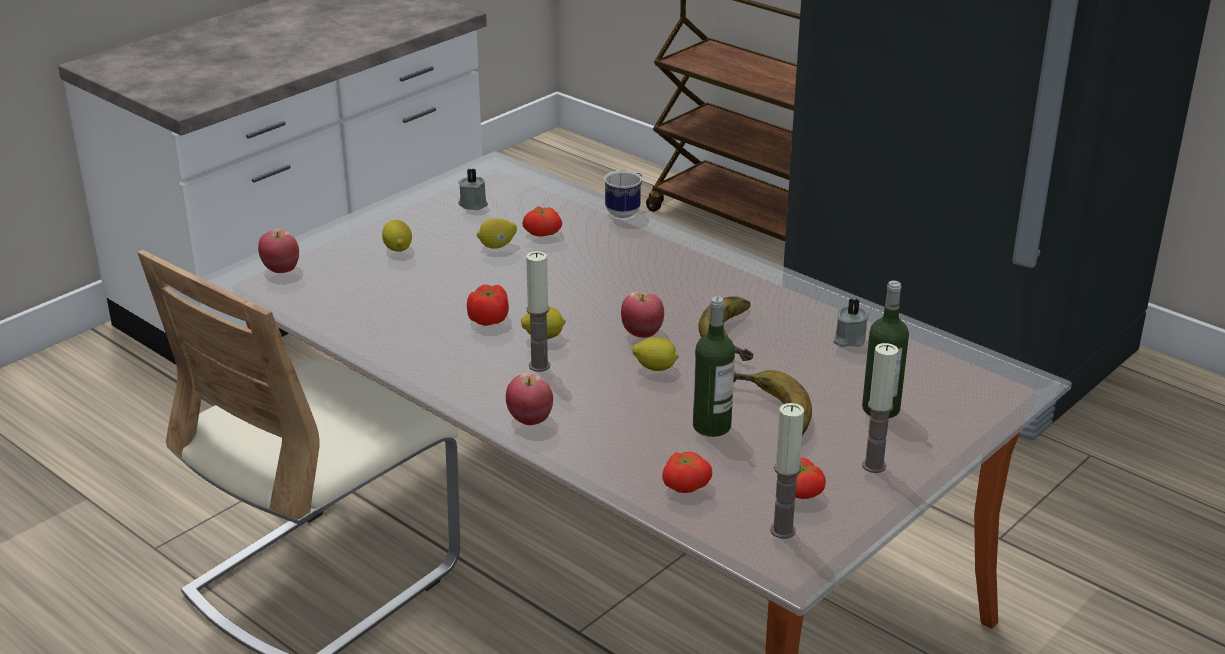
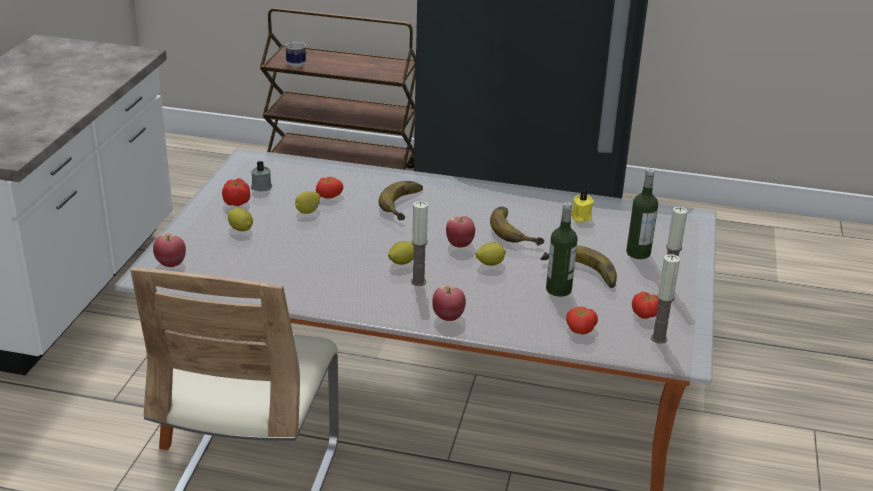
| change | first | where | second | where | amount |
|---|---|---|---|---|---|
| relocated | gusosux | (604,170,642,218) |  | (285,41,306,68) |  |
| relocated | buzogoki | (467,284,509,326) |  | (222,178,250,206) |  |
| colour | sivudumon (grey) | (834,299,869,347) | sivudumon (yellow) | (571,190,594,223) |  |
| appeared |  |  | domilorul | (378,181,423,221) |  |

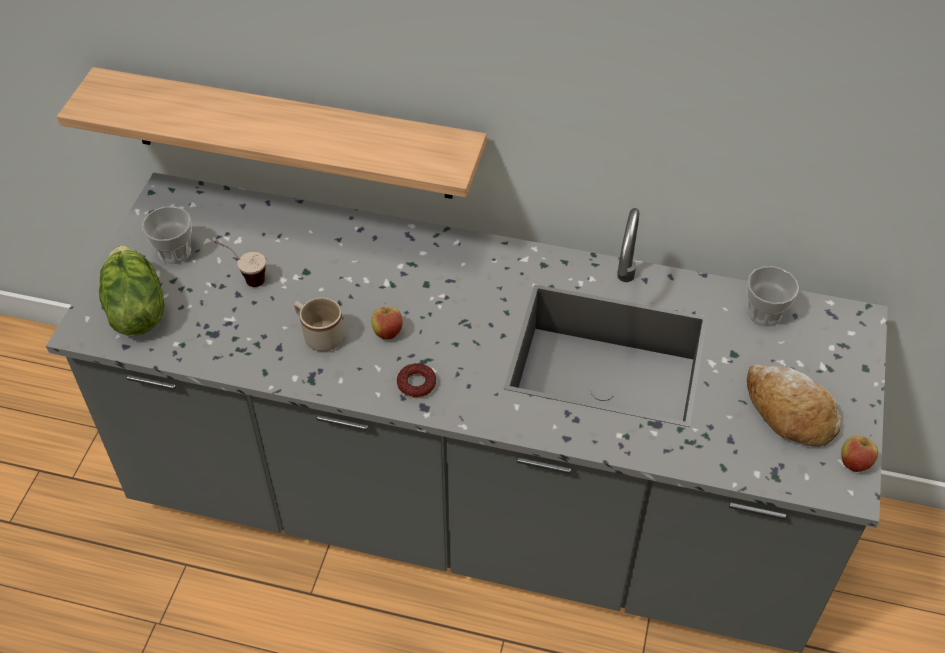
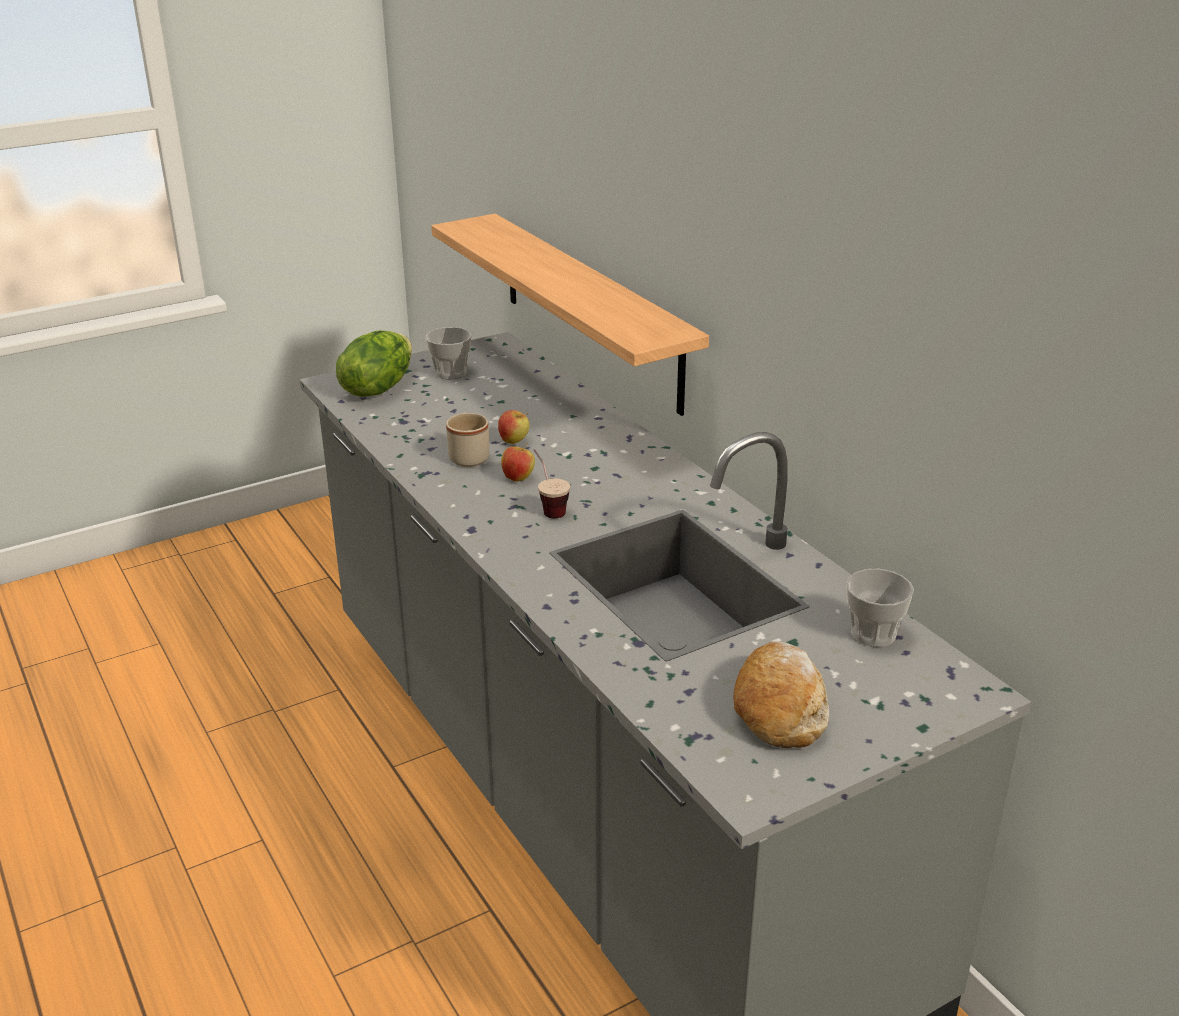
| change | first | where | second | where | amount |
|---|---|---|---|---|---|
| relocated | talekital | (214,241,266,287) |  | (534,449,570,518) |  |
| missing | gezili | (397,363,436,398) |  |  |  |
| relocated | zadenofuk | (841,435,878,472) |  | (498,410,530,444) |  |

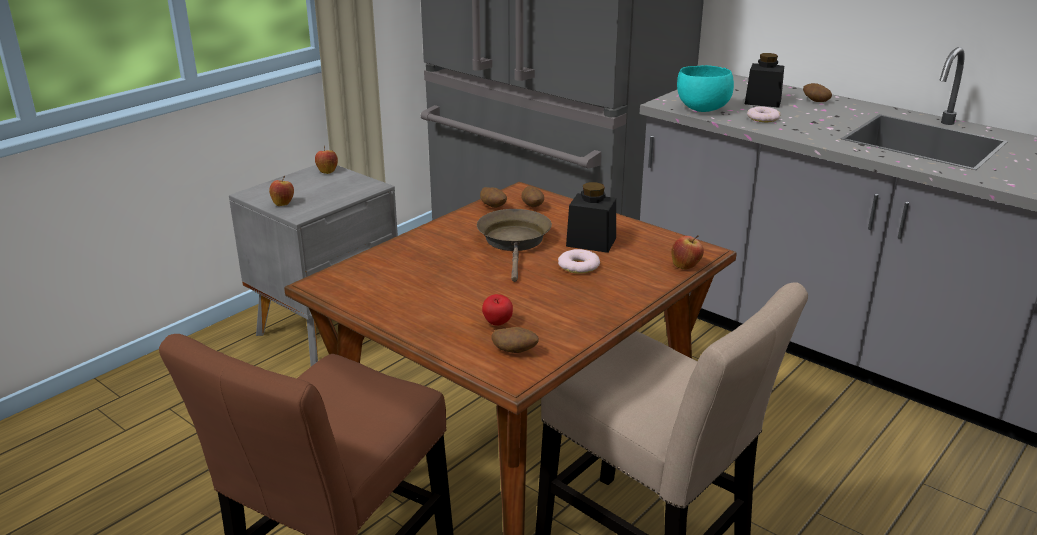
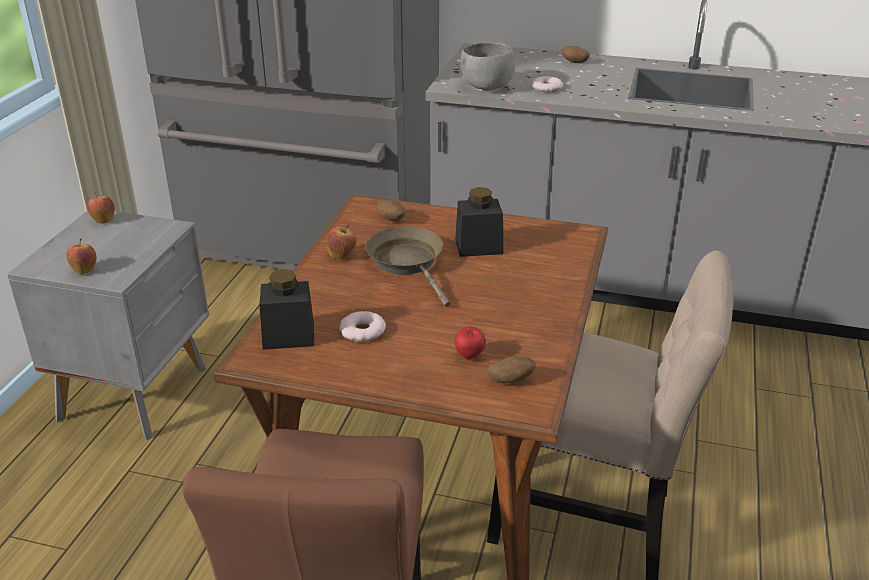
| change | first | where | second | where | amount |
|---|---|---|---|---|---|
| relocated | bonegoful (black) | (745,53,784,108) |  | (259,269,314,350) |  |
| colour | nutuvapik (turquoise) | (677,65,734,112) | nutuvapik (grey) | (460,42,516,90) |  |
| missing | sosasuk | (480,187,507,208) |  |  |  |
| relocated | zadenofuk | (671,236,704,270) |  | (326,225,357,260) |  |
| relocated | gezili | (558,249,600,274) |  | (339,311,386,342) |  |

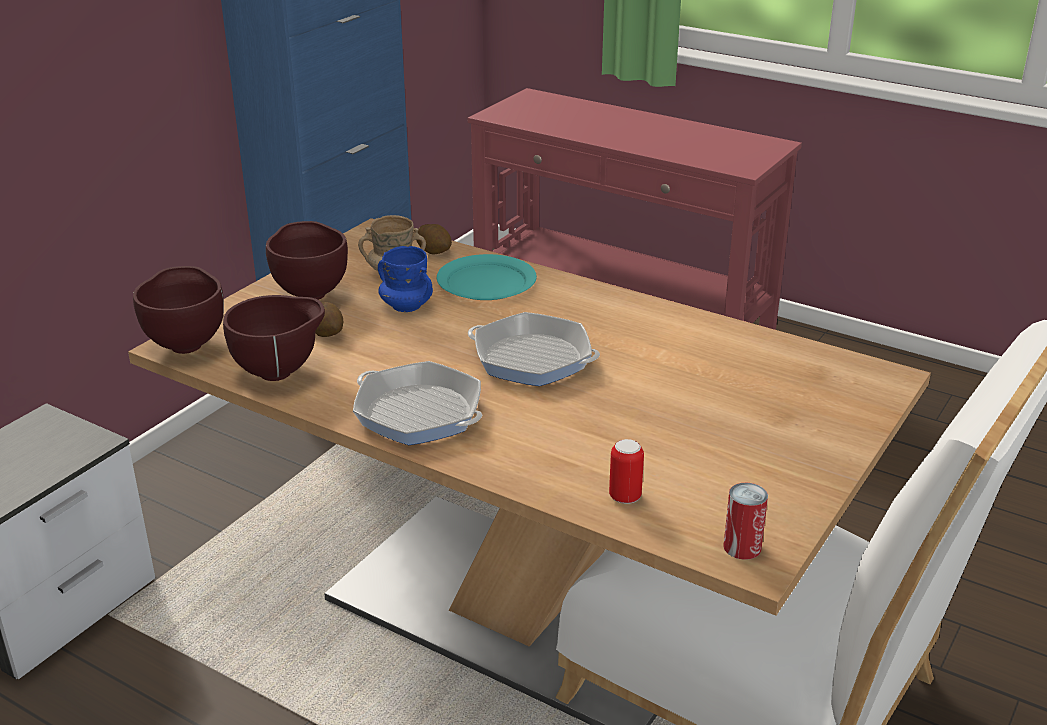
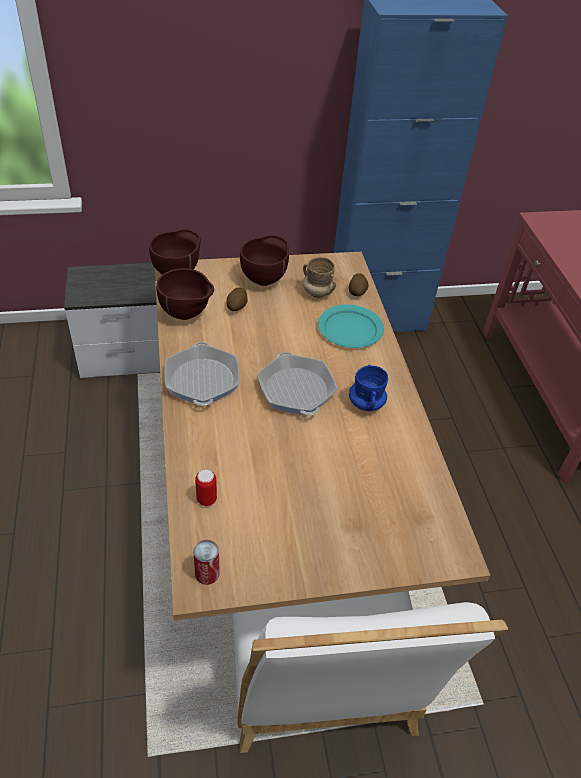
| change | first | where | second | where | amount |
|---|---|---|---|---|---|
| relocated | gusosux (blue) | (378,246,433,312) |  | (349,365,388,411) |  |

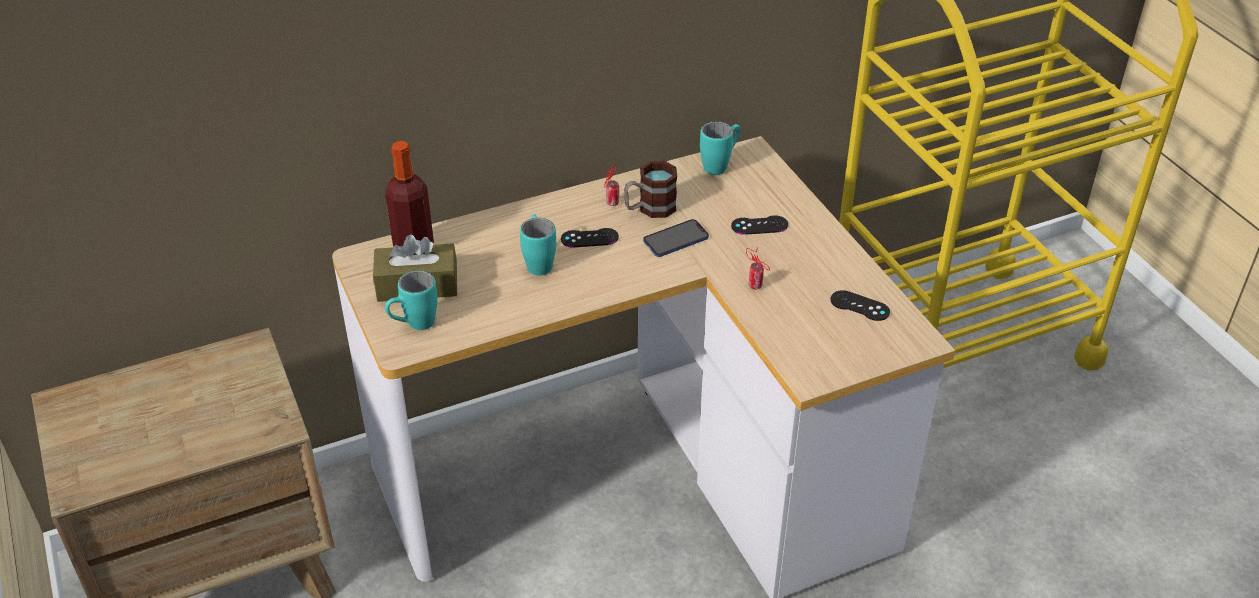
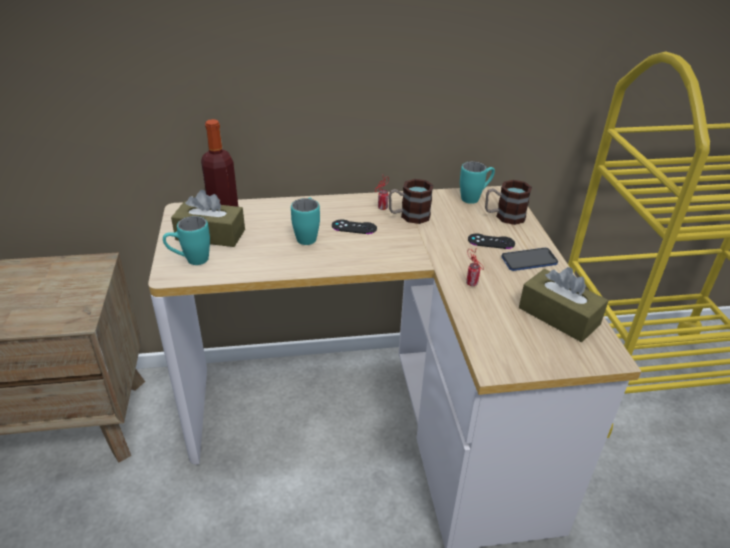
| change | first | where | second | where | amount |
|---|---|---|---|---|---|
| relocated | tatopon | (643,219,709,257) |  | (501,248,558,271) |  |
| exchanged | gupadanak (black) | (831,290,890,321) | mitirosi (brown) | (519,267,608,342) |  |
| appeared |  |  | gusosux | (485,180,532,225) |  |

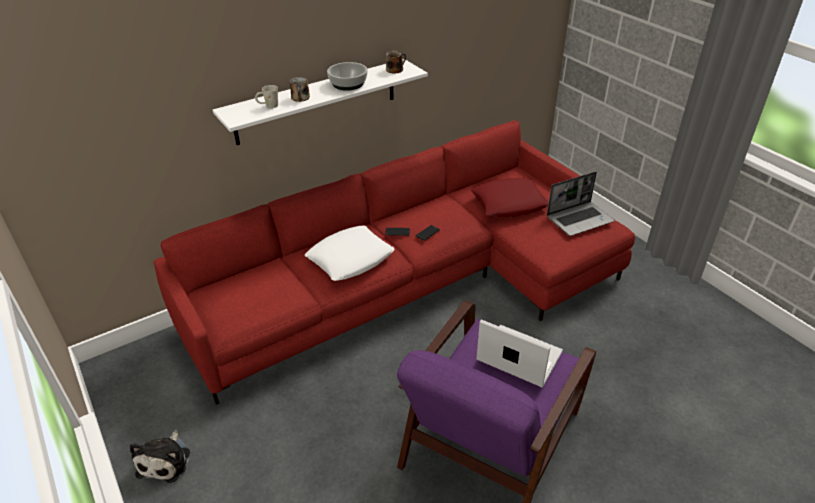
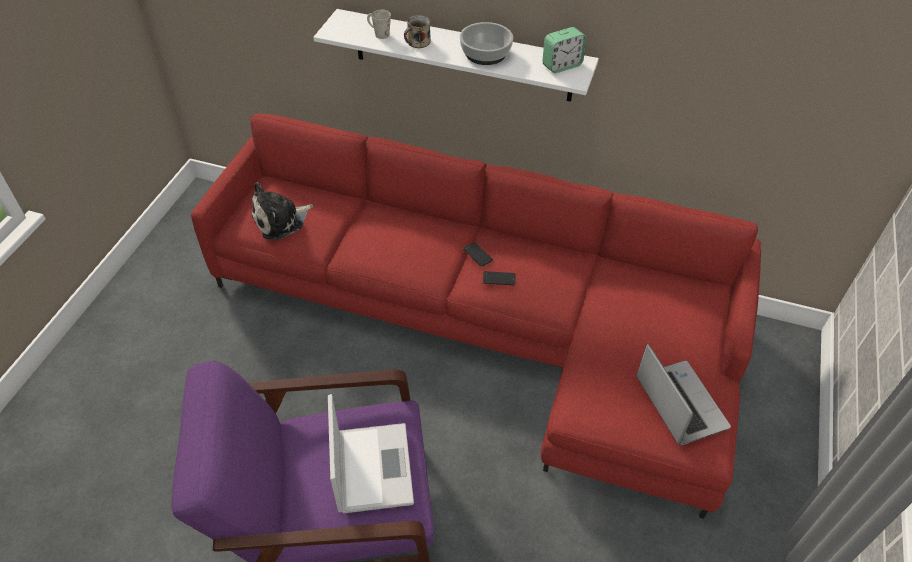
| change | first | where | second | where | amount |
|---|---|---|---|---|---|
| exchanged | gusosux | (386,51,406,73) | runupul | (542,27,586,73) |  |
| spun | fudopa | (547,172,614,236) |  | (636,344,731,446) | 135 degrees counterclockwise |
| missing | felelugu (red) | (471,178,549,217) |  |  |  |
| missing | felelugu (white) | (305,226,395,281) |  |  |  |
| relocated | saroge | (130,430,190,483) |  | (251,182,313,240) |  |

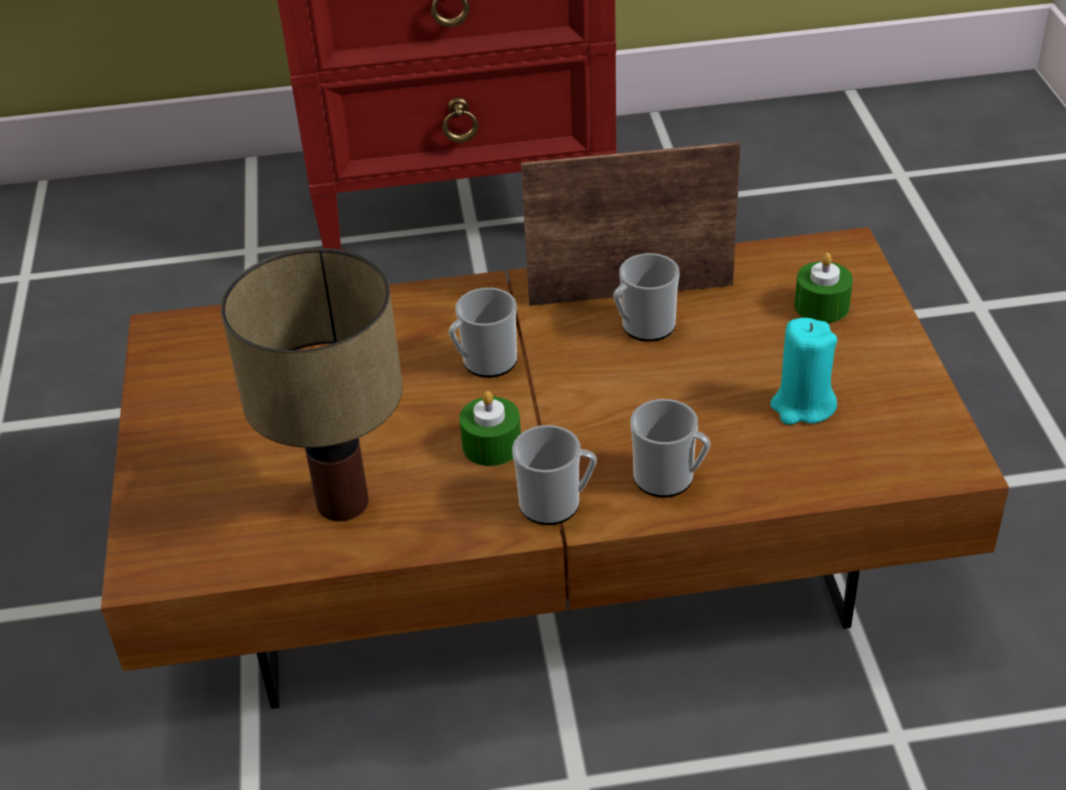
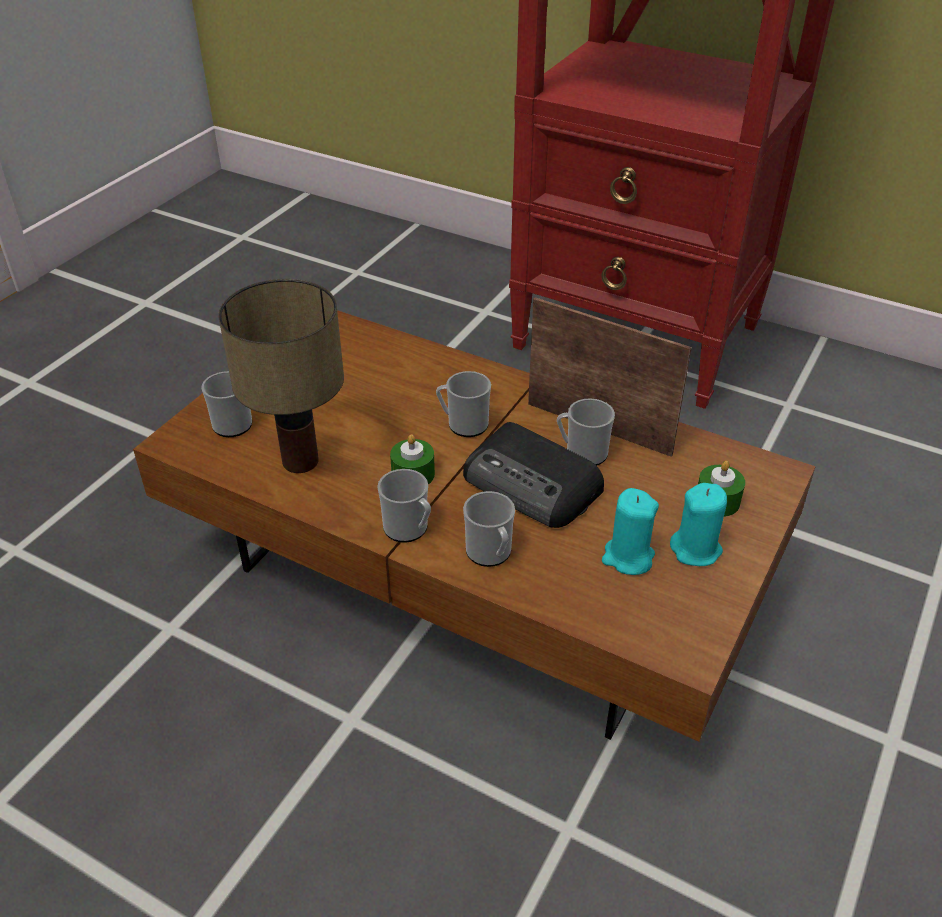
| change | first | where | second | where | amount |
|---|---|---|---|---|---|
| appeared |  |  | gusosux | (201,371,252,437) |  |
| appeared |  |  | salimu | (463,422,604,528) |  |
| appeared |  |  | sivudumon (turquoise) | (670,483,727,566) |  |

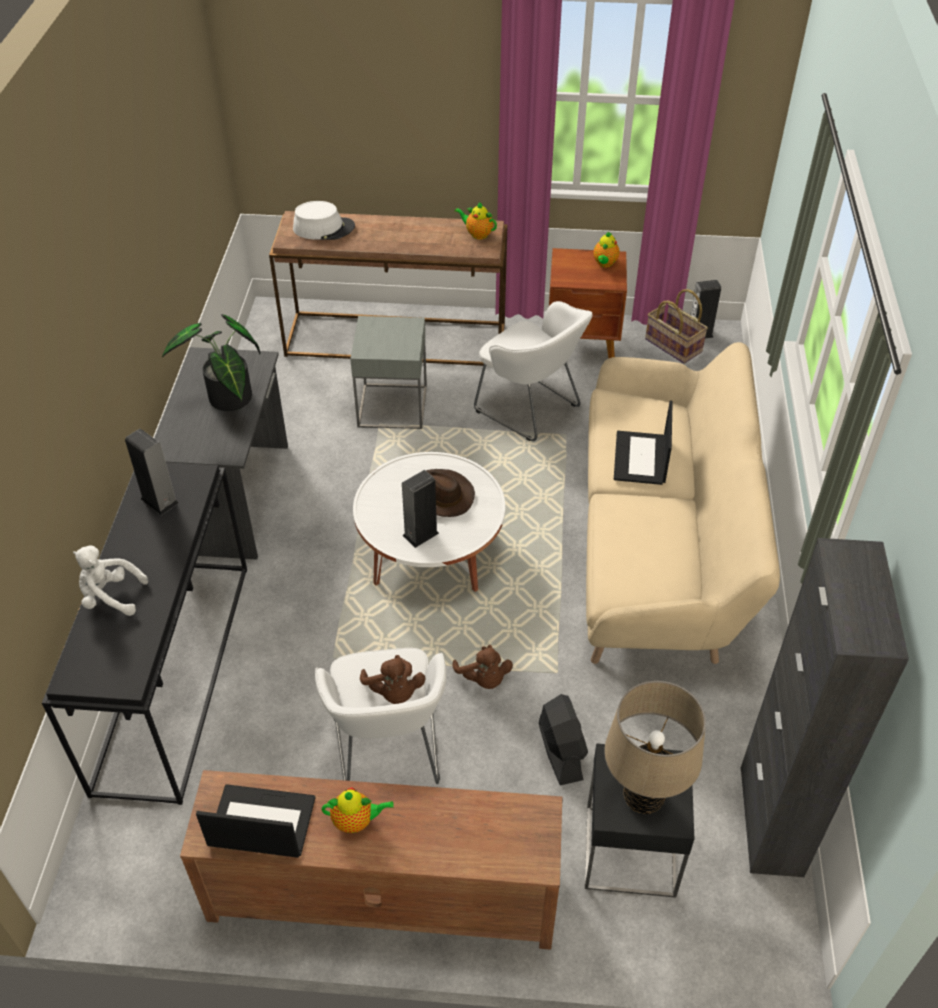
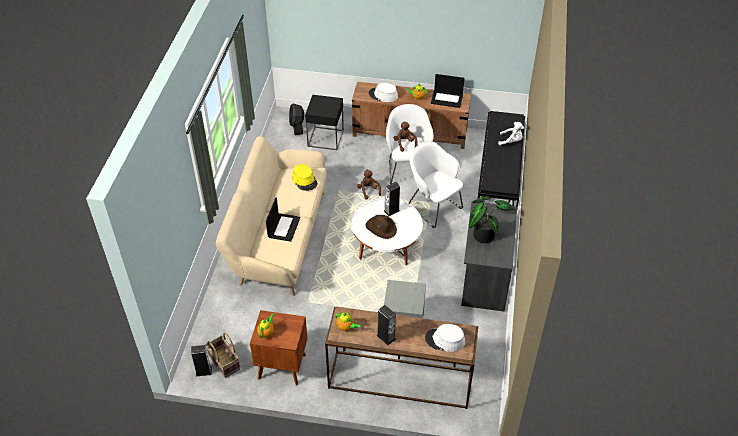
| change | first | where | second | where | amount |
|---|---|---|---|---|---|
| relocated | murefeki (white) | (474,301,593,441) |  | (409,141,463,228) |  |
| relocated | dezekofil | (125,429,179,515) |  | (376,305,396,345) |  |
| missing | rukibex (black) | (741,538,909,877) |  |  |  |
| missing | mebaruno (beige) | (604,681,706,814) |  |  |  |
| relocated | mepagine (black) | (539,694,588,786) |  | (289,104,304,135) |  |
| appeared |  |  | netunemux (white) | (369,83,398,102) |  |
| appeared |  |  | netunemux (yellow) | (292,164,318,191) |  |

